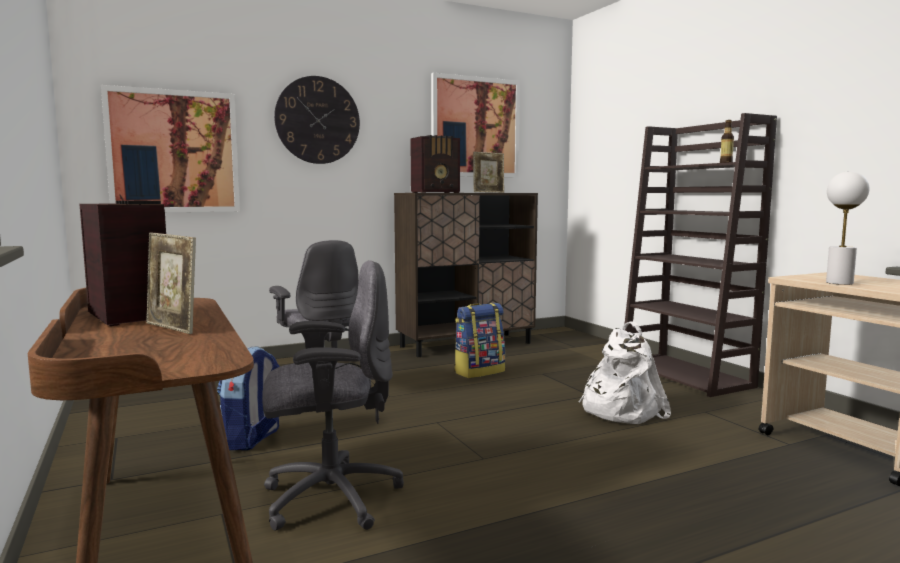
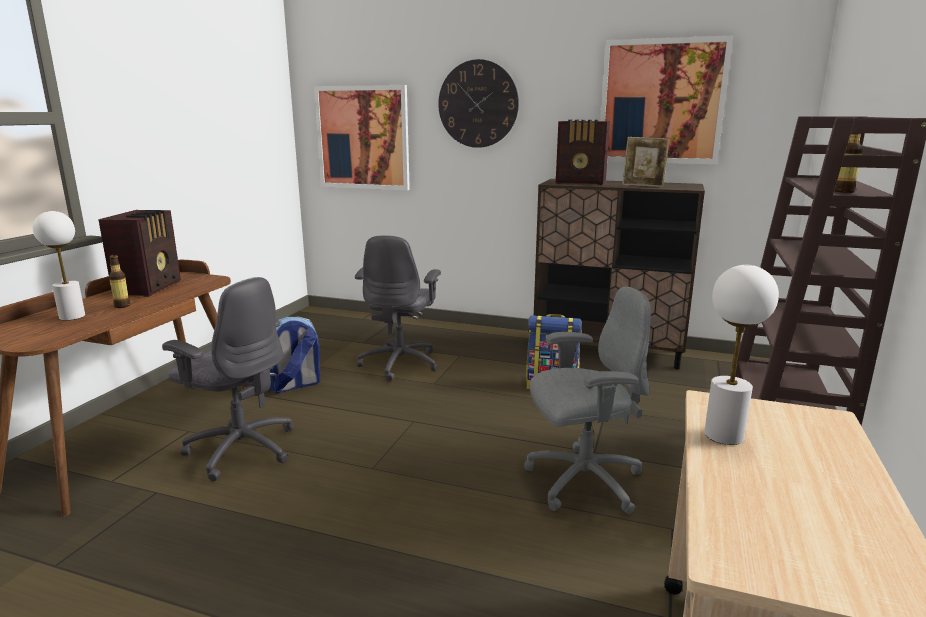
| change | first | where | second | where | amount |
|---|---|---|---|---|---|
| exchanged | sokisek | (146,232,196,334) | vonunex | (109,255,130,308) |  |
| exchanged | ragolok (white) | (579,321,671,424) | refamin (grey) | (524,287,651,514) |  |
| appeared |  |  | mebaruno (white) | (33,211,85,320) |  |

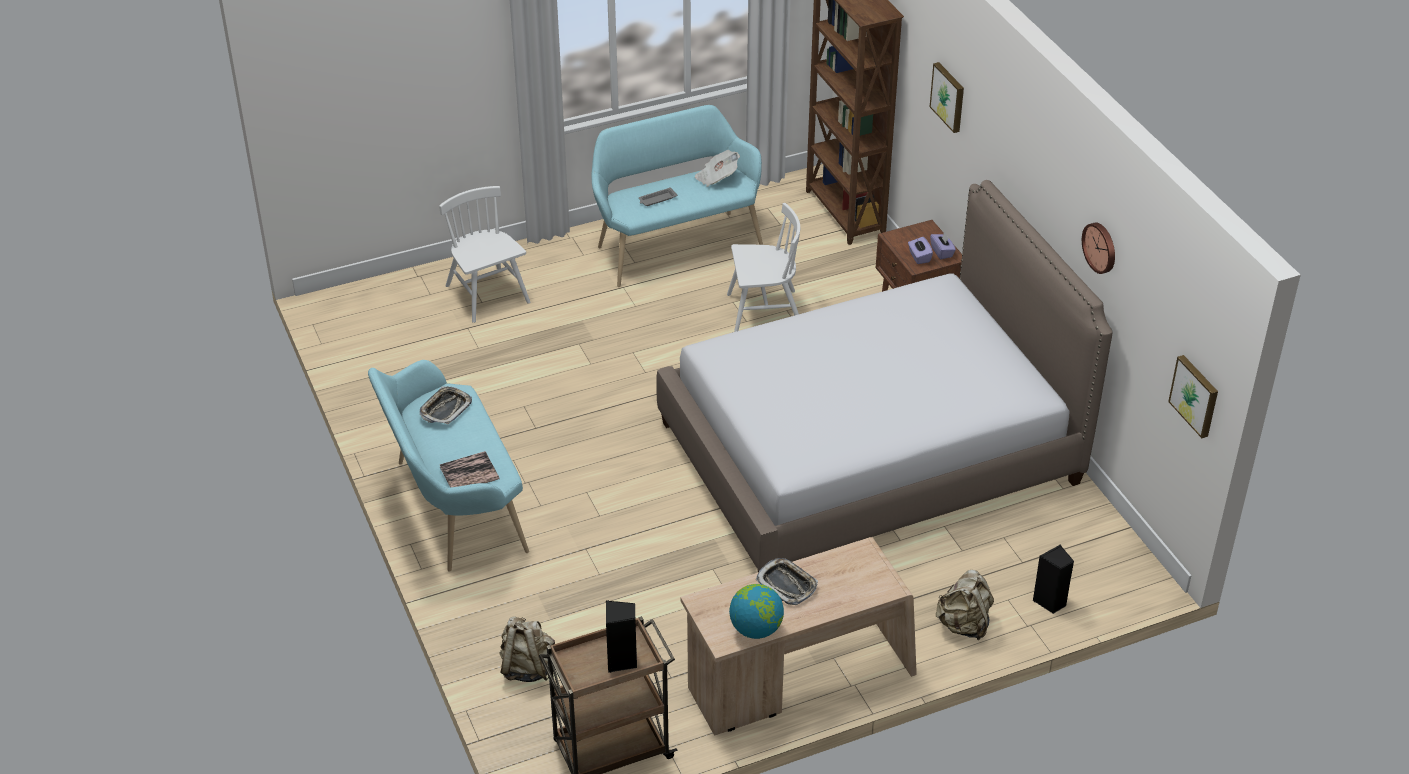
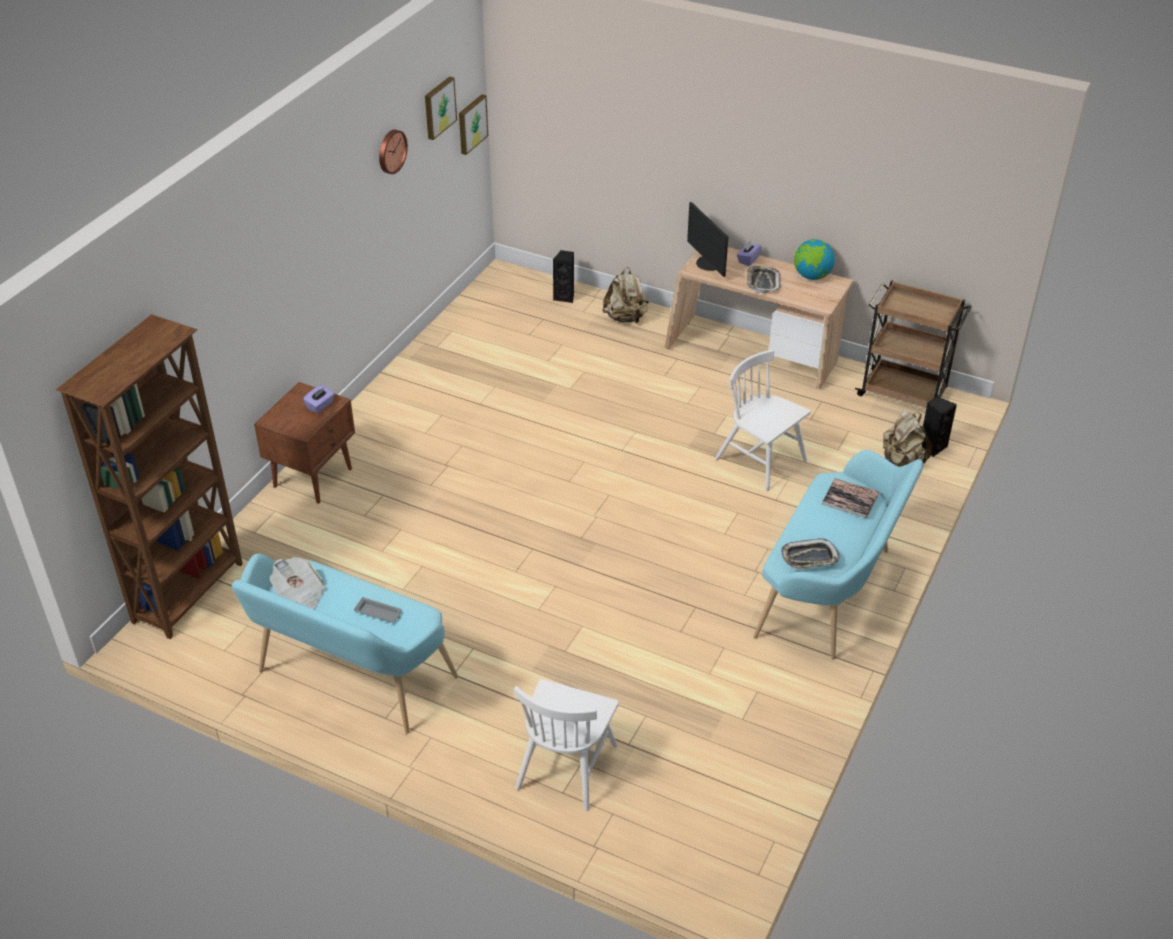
| change | first | where | second | where | amount |
|---|---|---|---|---|---|
| relocated | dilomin | (930,62,964,133) |  | (425,76,457,140) |  |
| missing | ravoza | (656,180,1113,572) |  |  |  |
| relocated | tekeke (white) | (727,203,800,332) |  | (715,350,811,491) |  |
| relocated | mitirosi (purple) | (930,232,956,259) |  | (737,241,762,266) |  |
| relocated | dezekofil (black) | (606,600,637,673) |  | (922,396,957,457) |  |
| appeared |  |  | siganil | (687,202,728,277) |  |

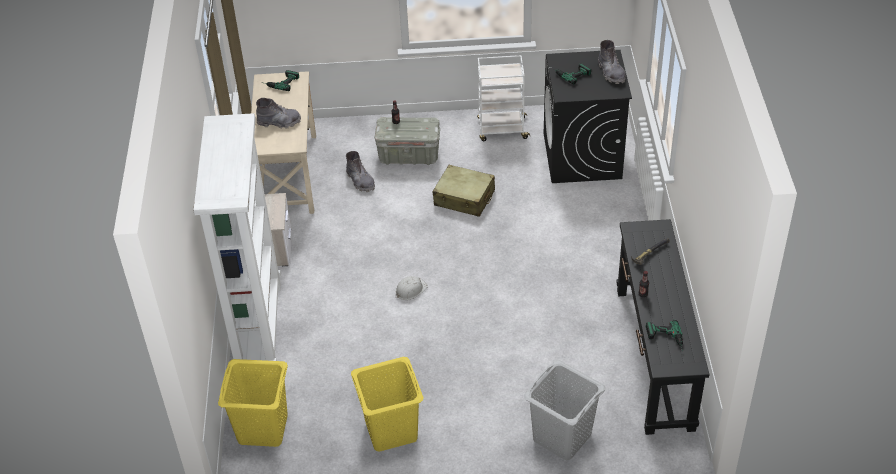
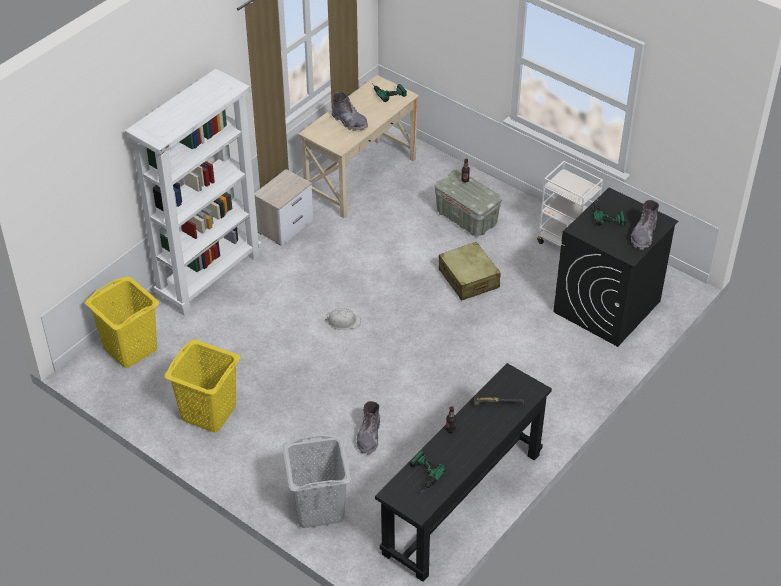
| change | first | where | second | where | amount |
|---|---|---|---|---|---|
| relocated | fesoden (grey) | (346,151,375,192) |  | (357,401,380,455) |  |

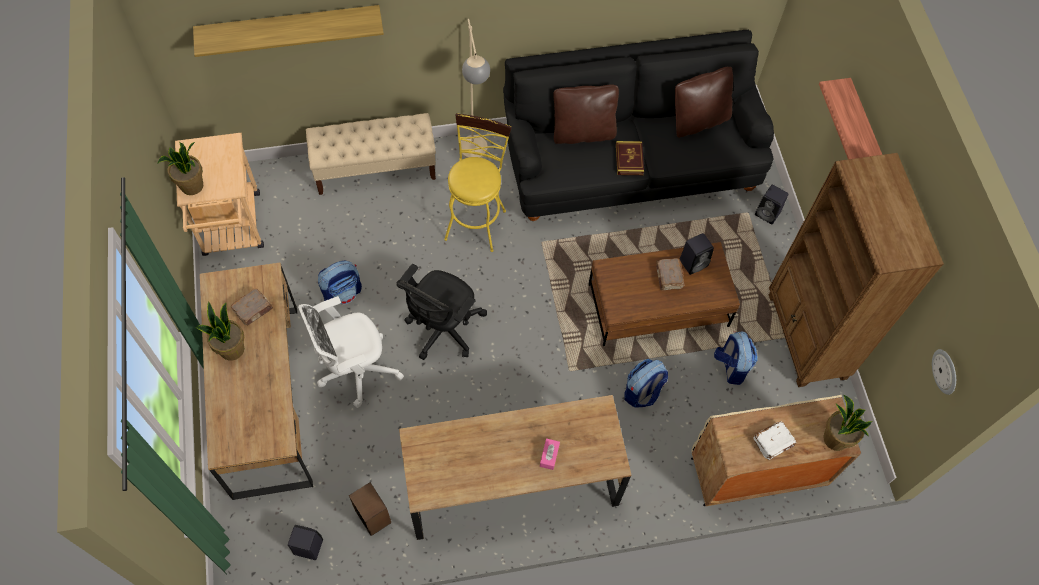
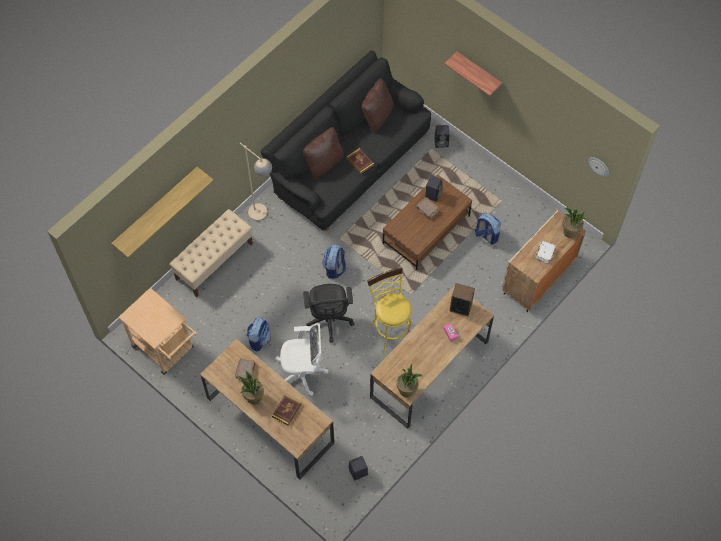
| change | first | where | second | where | amount |
|---|---|---|---|---|---|
| relocated | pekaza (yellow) | (444,113,512,252) |  | (367,267,411,355) |  |
| relocated | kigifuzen | (157,142,203,195) |  | (397,363,422,397) |  |
| missing | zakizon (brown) | (769,153,944,387) |  |  |  |
| spun | refamin (white) | (298,296,404,408) |  | (275,323,329,396) | 120 degrees counterclockwise |
| relocated | ragolok | (624,359,668,408) |  | (322,244,346,279) |  |
| relocated | dezekofil | (349,482,391,536) |  | (450,283,475,316) |  |
| appeared |  |  | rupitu | (272,394,302,426) |  |

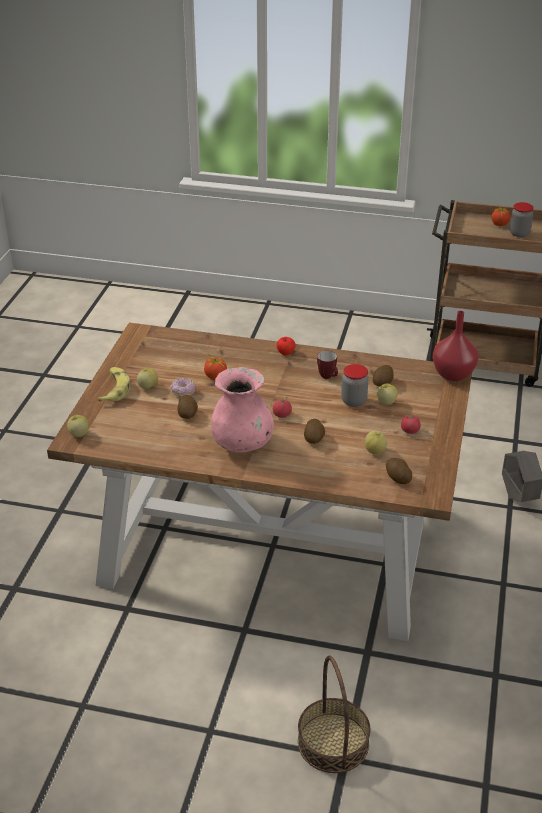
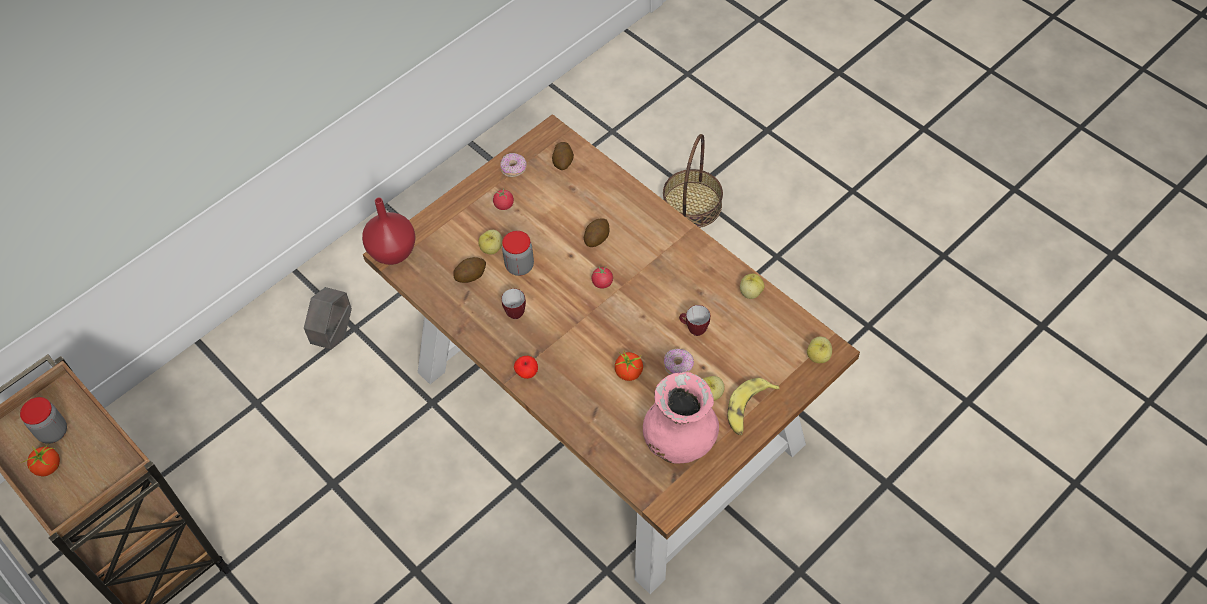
| change | first | where | second | where | amount |
|---|---|---|---|---|---|
| relocated | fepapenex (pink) | (211,367,274,453) |  | (643,372,719,464) |  |
| exchanged | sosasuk | (178,395,198,419) | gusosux | (679,305,710,336) |  |
| relocated | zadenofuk | (365,430,387,454) |  | (740,274,764,299) |  |
| appeared |  |  | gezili | (500,153,527,177) |  |

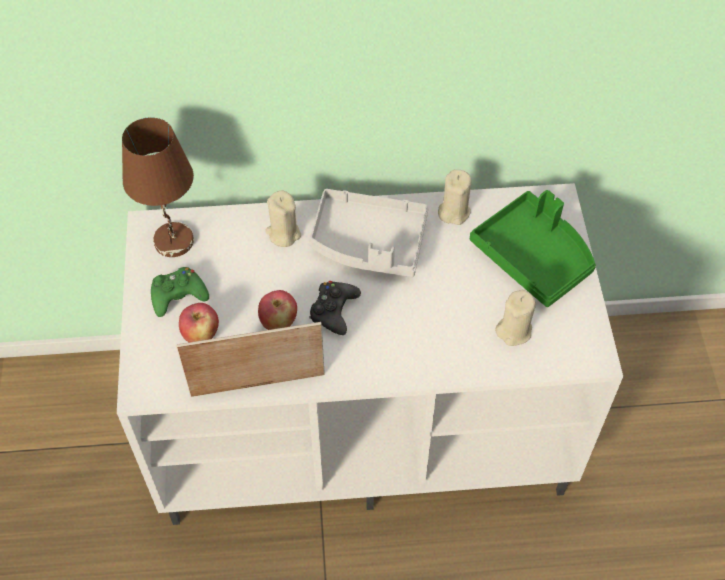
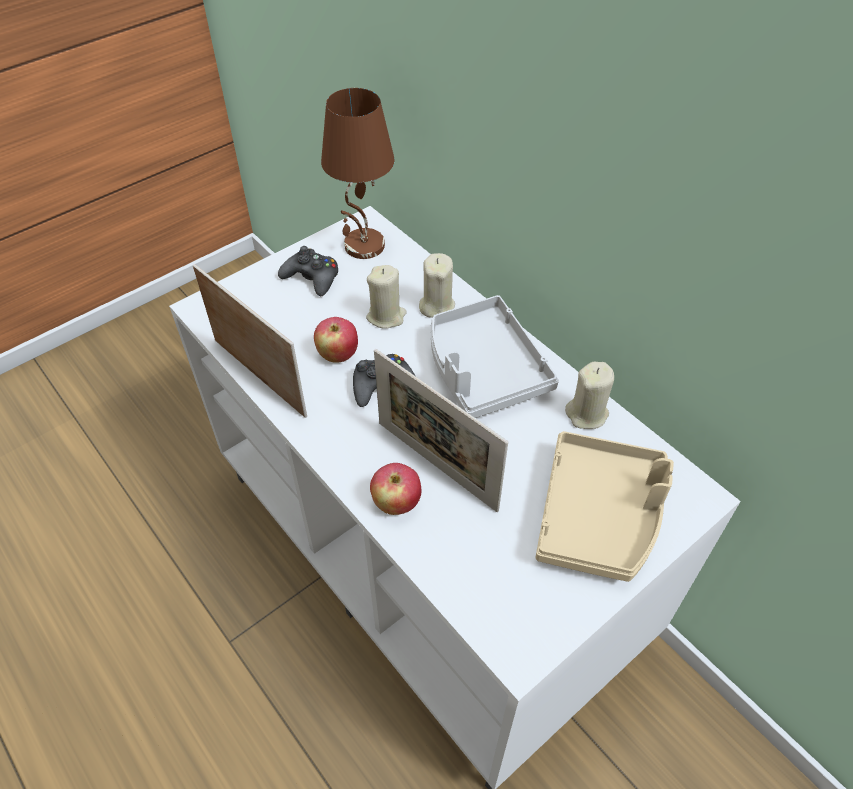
| change | first | where | second | where | amount |
|---|---|---|---|---|---|
| colour | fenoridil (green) | (470,190,596,307) | fenoridil (beige) | (536,431,674,582) |  |
| colour | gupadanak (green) | (151,267,209,317) | gupadanak (black) | (278,246,338,296) |  |
| relocated | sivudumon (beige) | (495,290,536,346) |  | (366,265,407,329) |  |
| relocated | zadenofuk | (179,303,219,342) |  | (370,463,421,515) |  |
| appeared |  |  | sokisek | (374,349,508,512) |  |

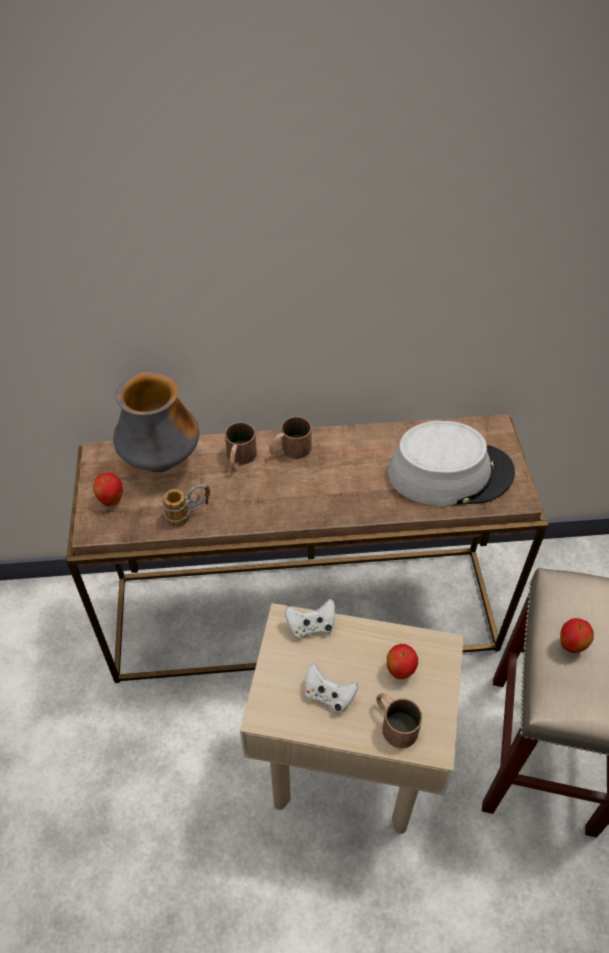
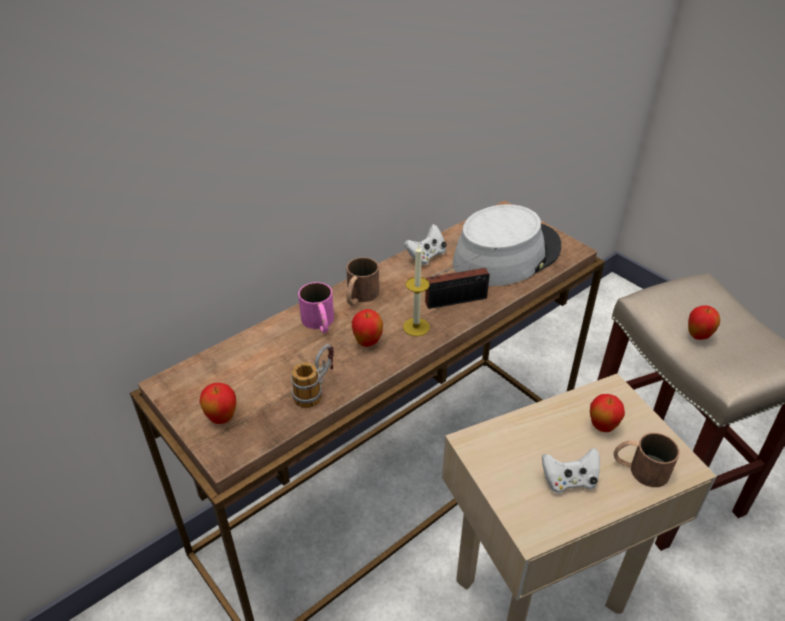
| change | first | where | second | where | amount |
|---|---|---|---|---|---|
| missing | fepapenex | (113,371,199,472) |  |  |  |
| colour | gusosux (brown) | (225,422,257,470) | gusosux (pink) | (298,282,334,333) |  |
| relocated | gupadanak (white) | (285,599,335,639) |  | (404,224,446,265) |  |
| appeared |  |  | sivudumon | (403,245,430,336) |  |
| appeared |  |  | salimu | (425,248,497,309) |  |
| appeared |  |  | zadenofuk | (352,309,383,347) |  |

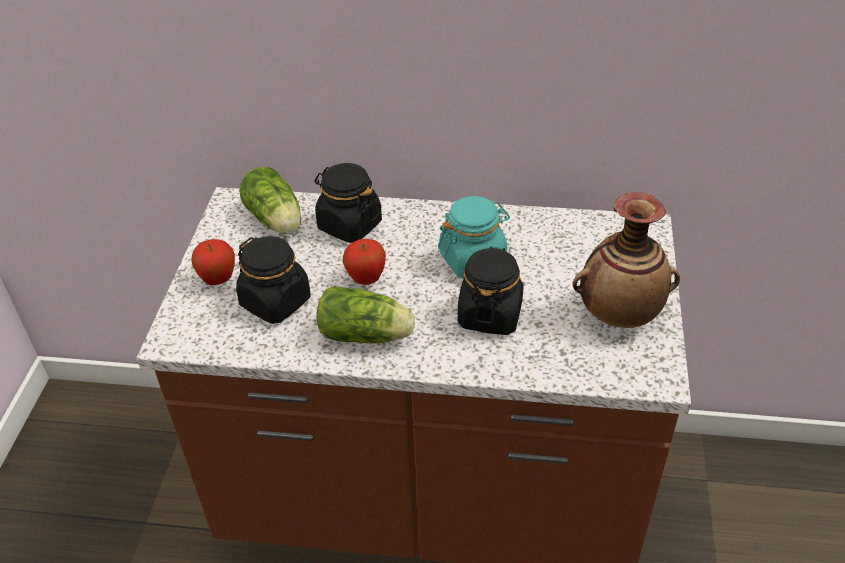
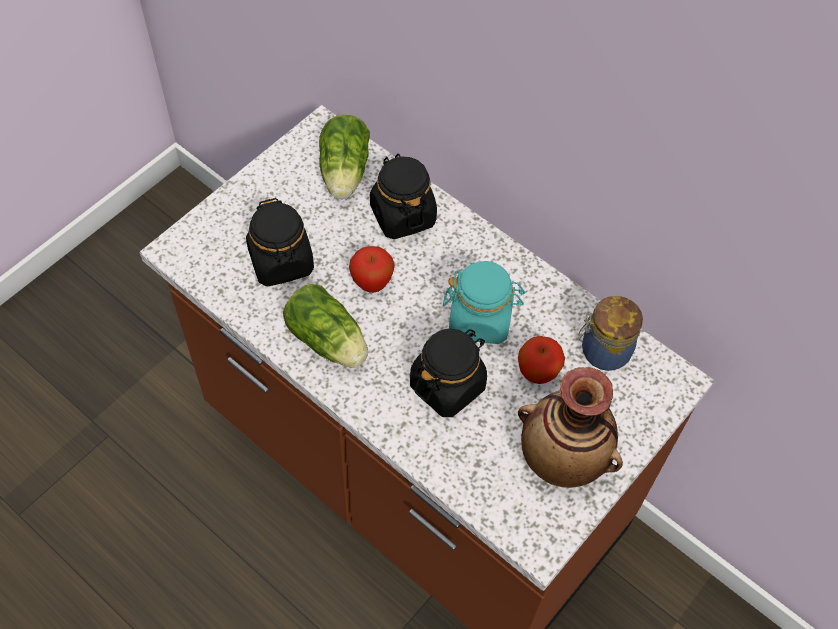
| change | first | where | second | where | amount |
|---|---|---|---|---|---|
| relocated | zadenofuk | (191,239,235,285) |  | (518,336,565,384) |  |
| appeared |  |  | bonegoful | (579,296,643,371) |  |

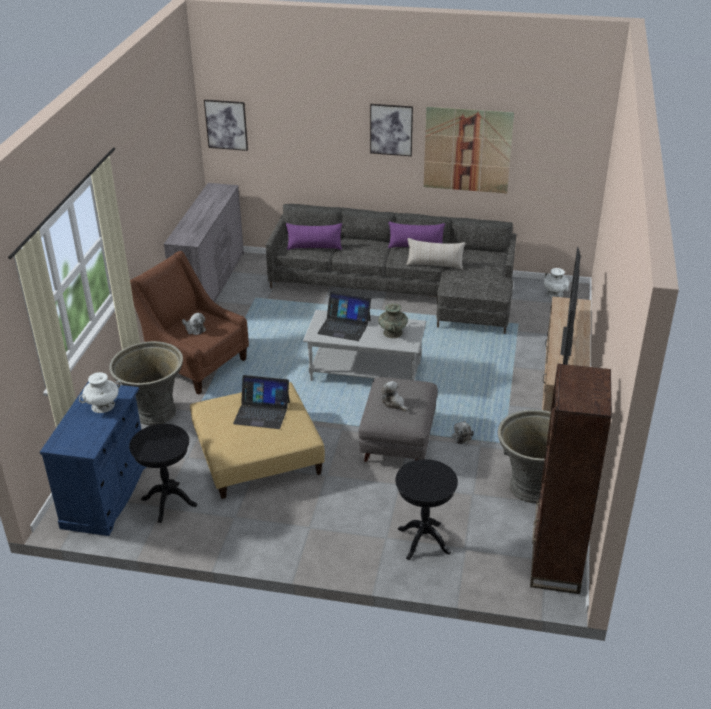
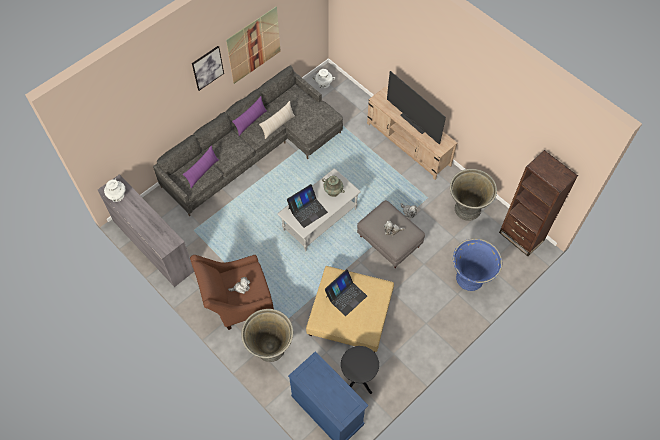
| change | first | where | second | where | amount |
|---|---|---|---|---|---|
| missing | dilomin | (204,100,248,151) |  |  |  |
| relocated | fepapenex (white) | (79,372,121,413) |  | (104,178,126,202) |  |
| exchanged | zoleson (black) | (395,459,458,560) | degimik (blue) | (453,238,502,291) |  |

